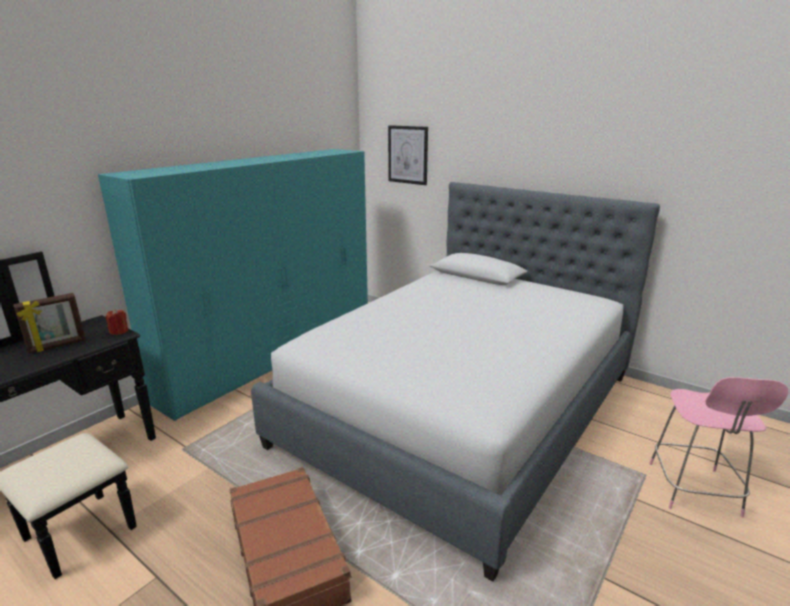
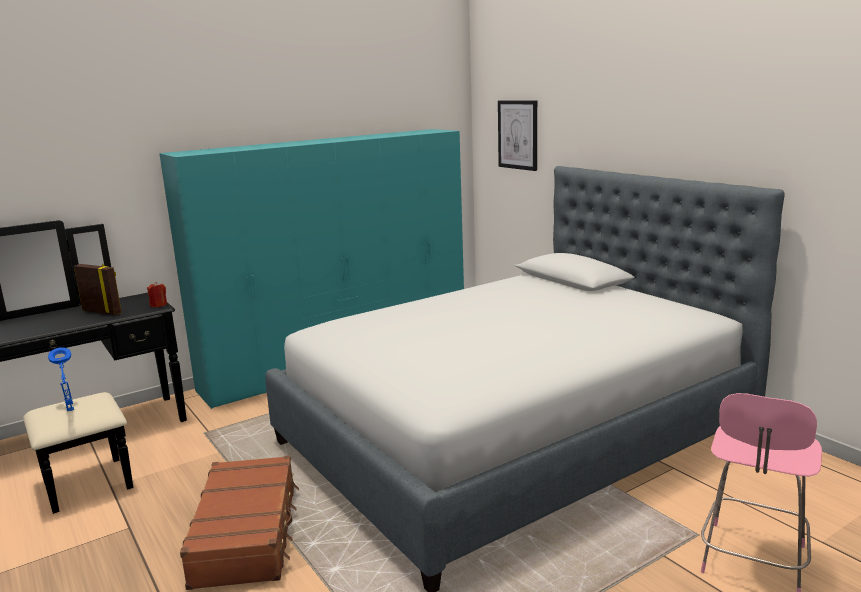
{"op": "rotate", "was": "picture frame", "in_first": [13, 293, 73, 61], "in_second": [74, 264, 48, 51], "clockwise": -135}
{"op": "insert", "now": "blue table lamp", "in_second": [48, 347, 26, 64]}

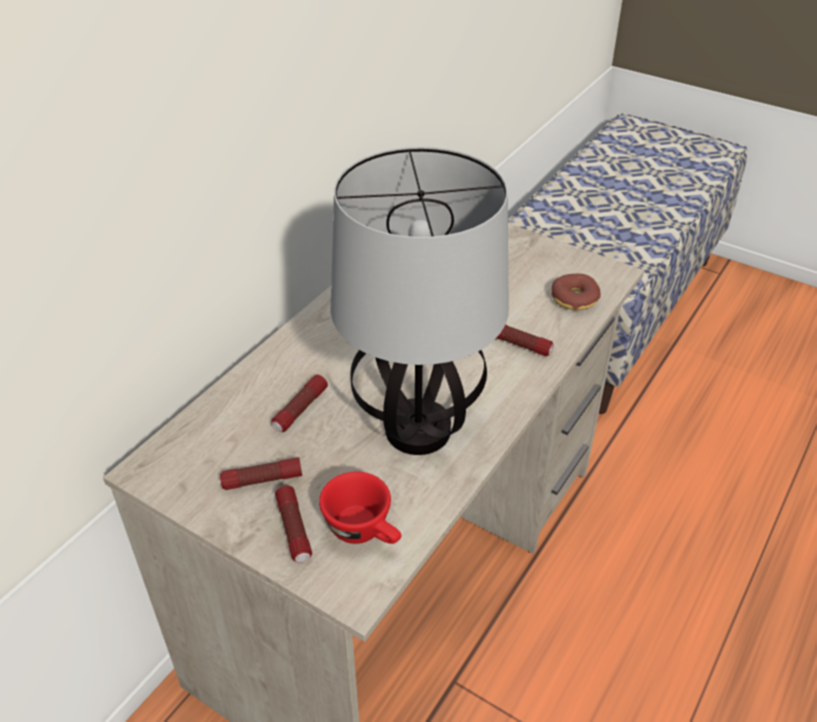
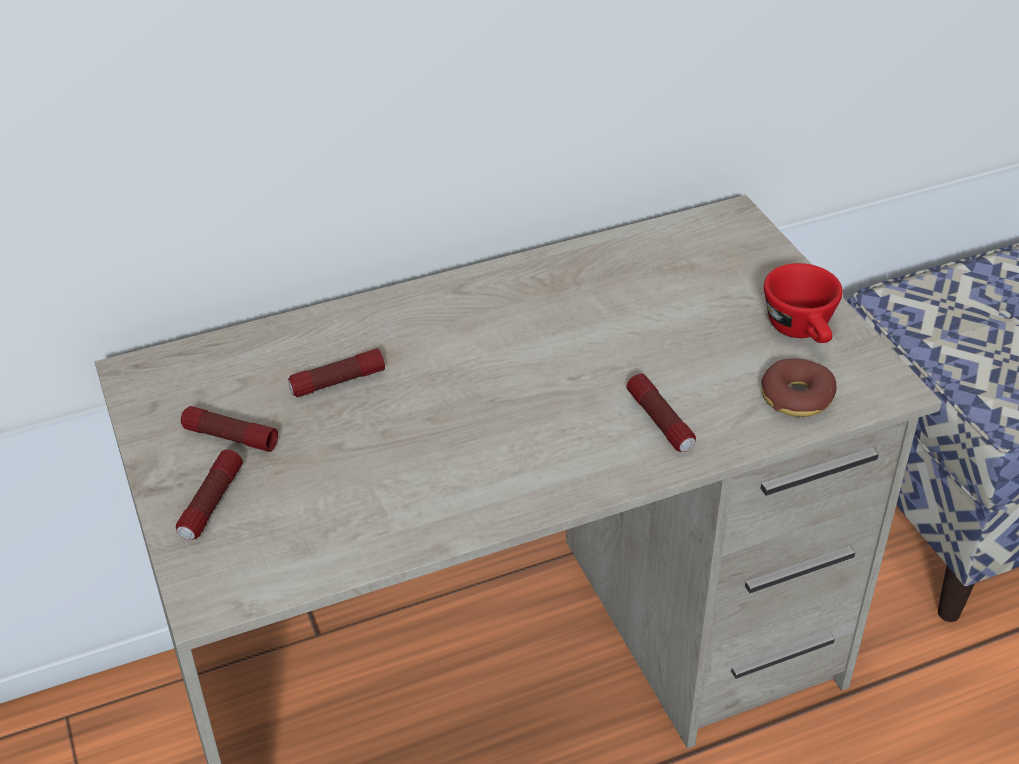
{"op": "move", "was": "red cup", "in_first": [319, 472, 83, 72], "in_second": [764, 263, 79, 80]}
{"op": "delete", "was": "table lamp", "in_first": [331, 146, 178, 309]}

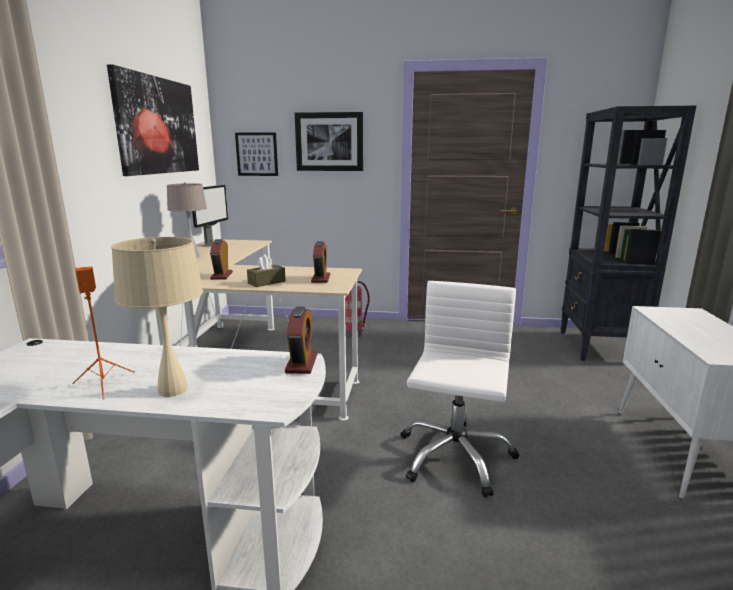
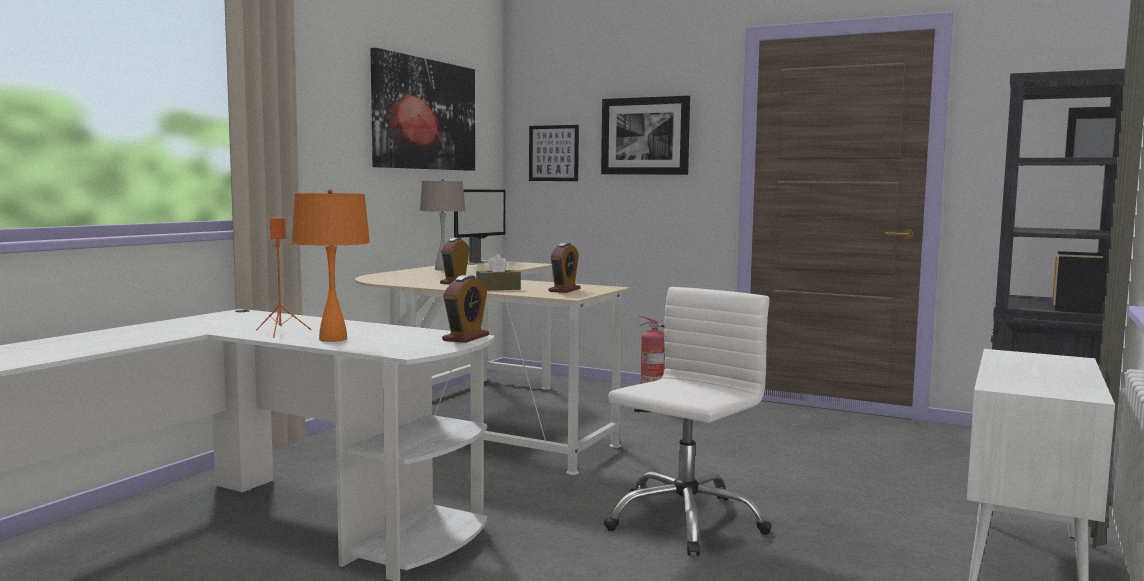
{"op": "recolor", "was": "beige table lamp", "now": "orange table lamp", "in_first": [111, 237, 92, 160], "in_second": [292, 189, 78, 153]}

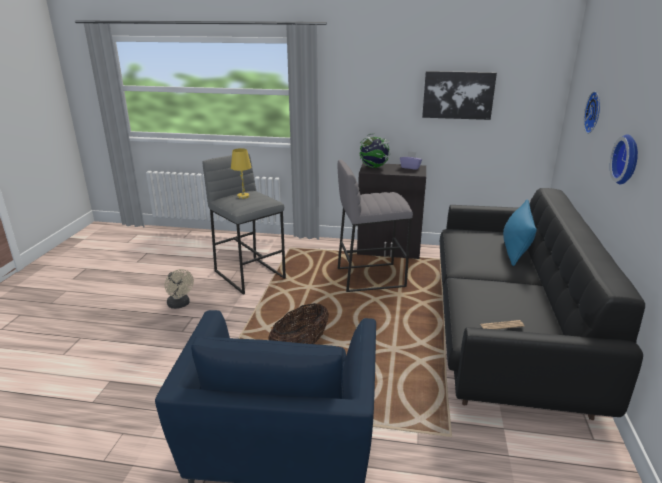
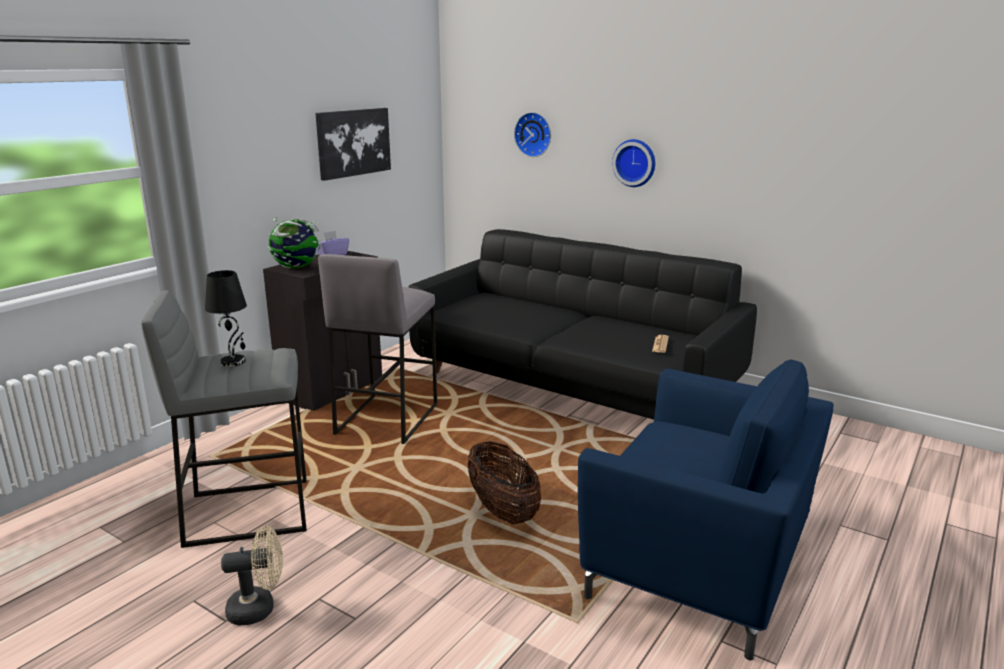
{"op": "recolor", "was": "yellow table lamp", "now": "black table lamp", "in_first": [231, 148, 20, 51], "in_second": [205, 270, 42, 97]}
{"op": "delete", "was": "blue pillow", "in_first": [503, 199, 34, 67]}

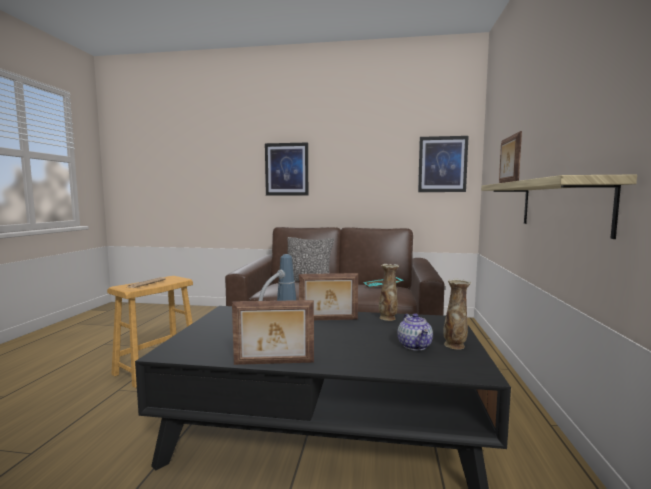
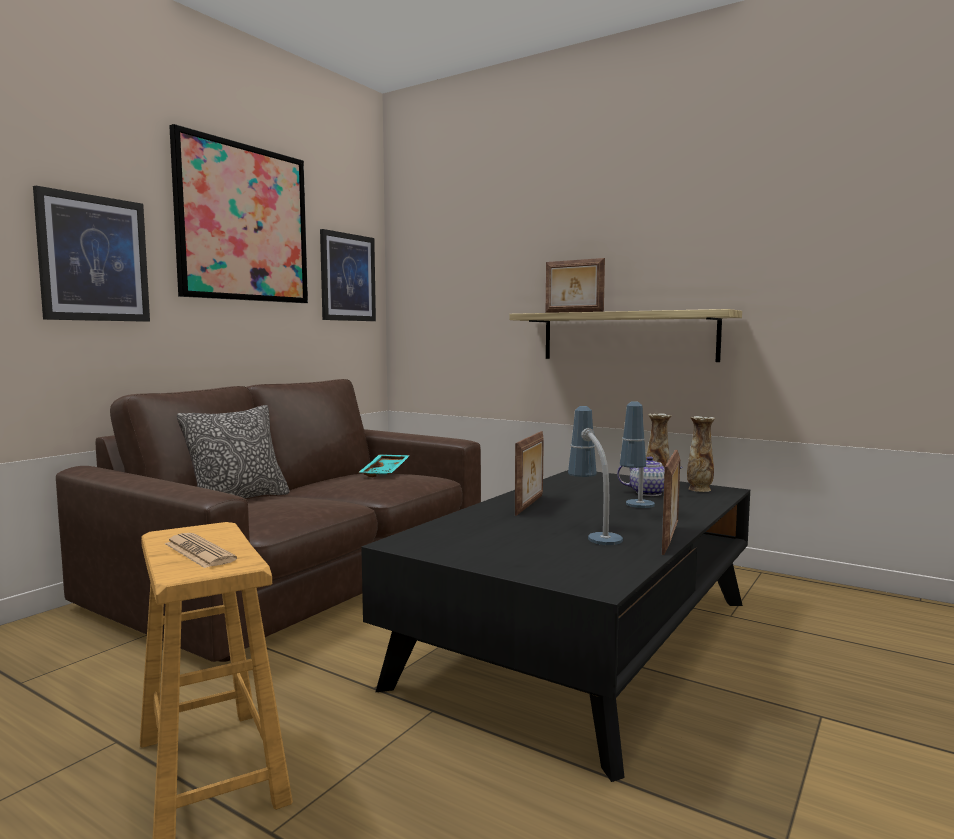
{"op": "move", "was": "vase", "in_first": [379, 264, 20, 57], "in_second": [687, 416, 28, 76]}
{"op": "insert", "now": "picture", "in_second": [169, 124, 139, 179]}
{"op": "insert", "now": "table lamp", "in_second": [620, 401, 35, 107]}

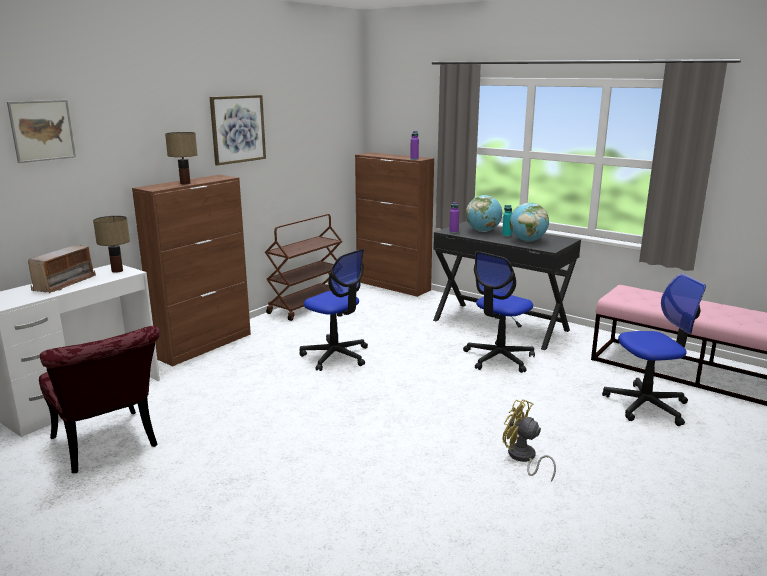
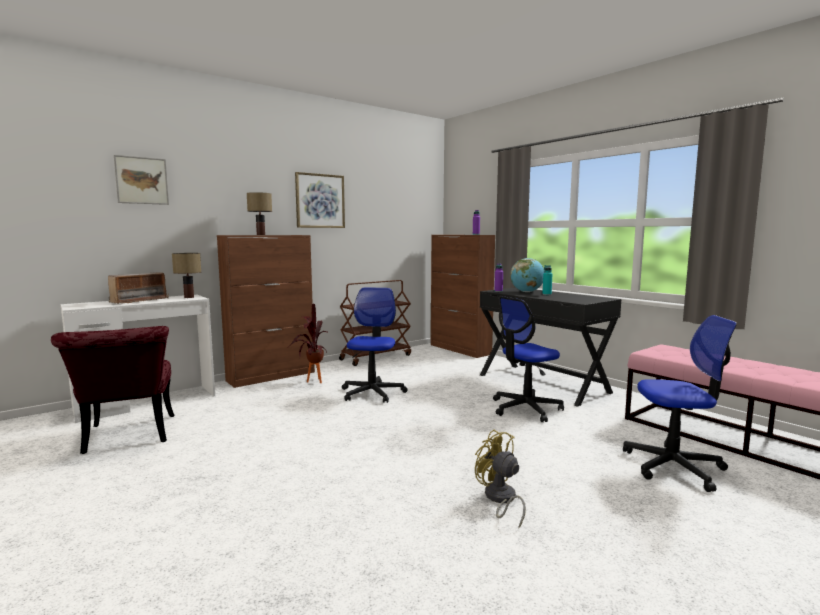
{"op": "rotate", "was": "office chair", "in_first": [299, 249, 69, 122], "in_second": [342, 287, 65, 116], "clockwise": -135}
{"op": "delete", "was": "globe", "in_first": [510, 203, 39, 39]}
{"op": "insert", "now": "potted plant", "in_second": [287, 304, 42, 79]}

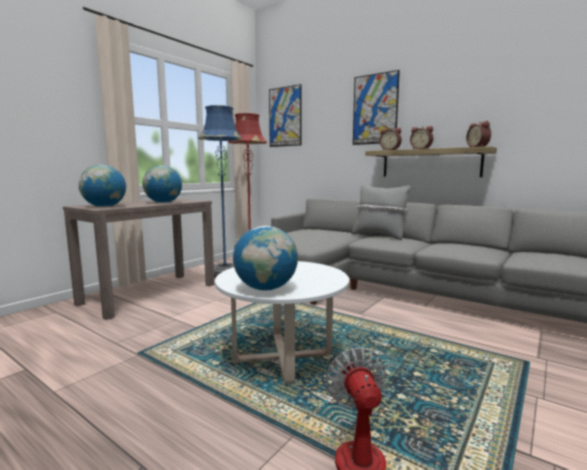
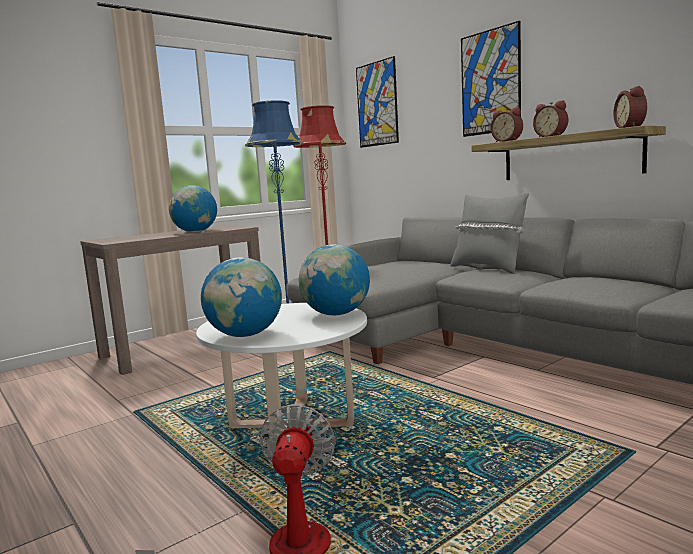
{"op": "move", "was": "globe", "in_first": [79, 165, 47, 42], "in_second": [299, 244, 71, 72]}

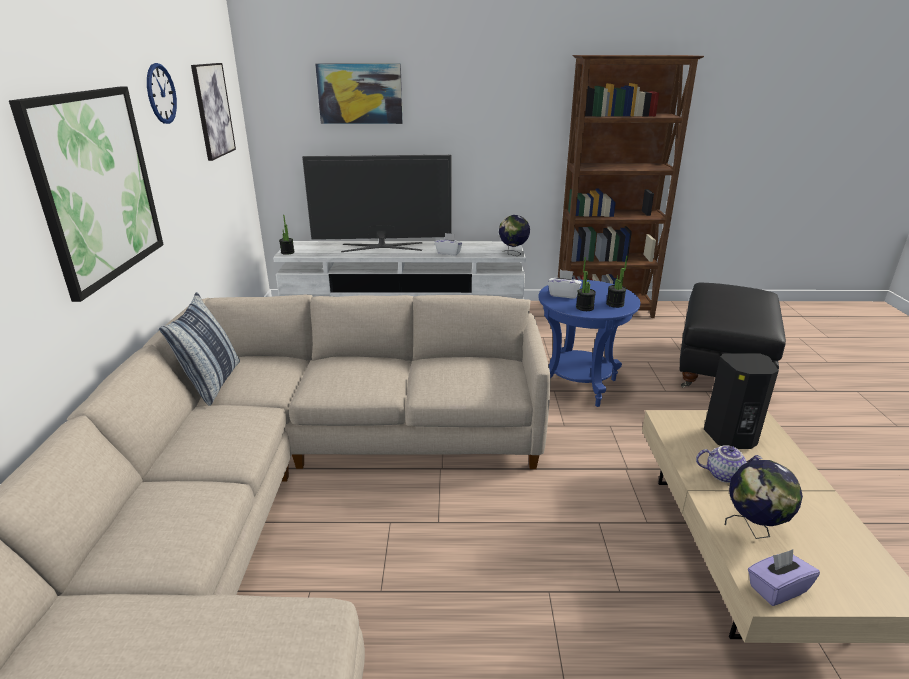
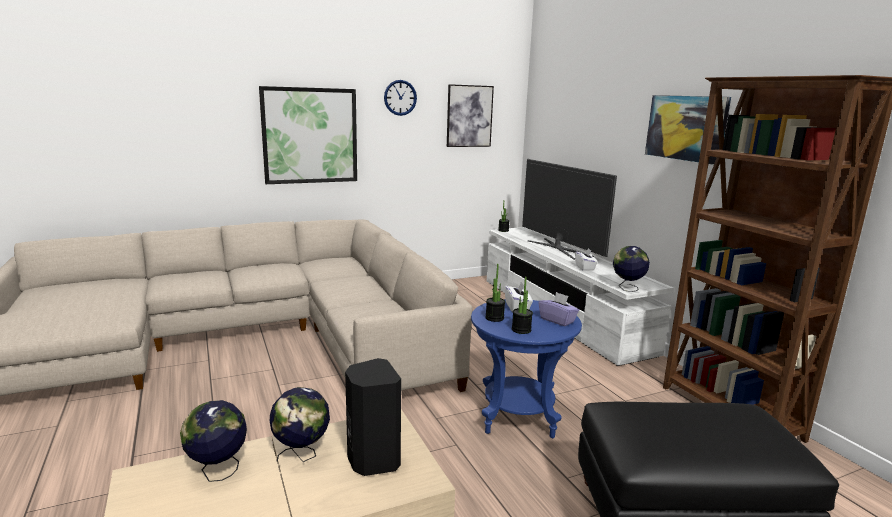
{"op": "delete", "was": "pillow", "in_first": [159, 292, 81, 114]}
{"op": "move", "was": "picture", "in_first": [315, 63, 88, 61], "in_second": [645, 95, 86, 70]}
{"op": "replace", "was": "teapot", "now": "globe", "in_first": [696, 445, 66, 38], "in_second": [270, 387, 60, 75]}
{"op": "move", "was": "purple tissue box", "in_first": [748, 549, 72, 57], "in_second": [538, 292, 41, 34]}

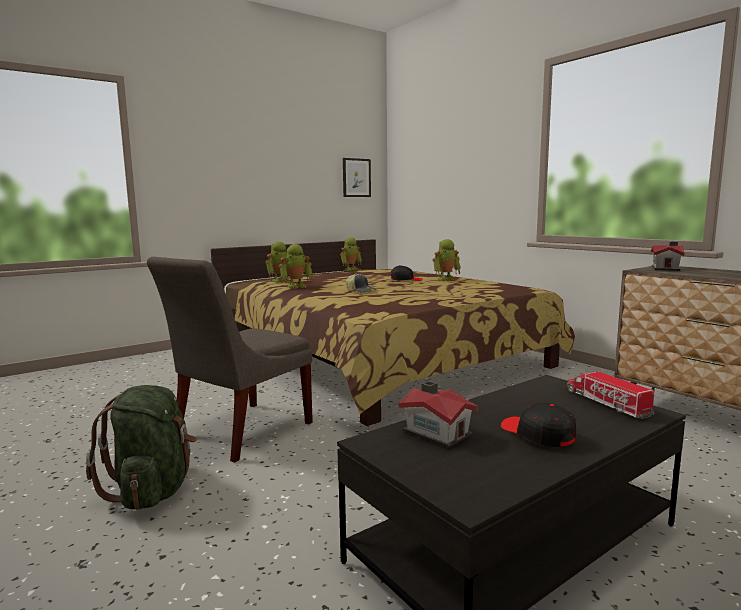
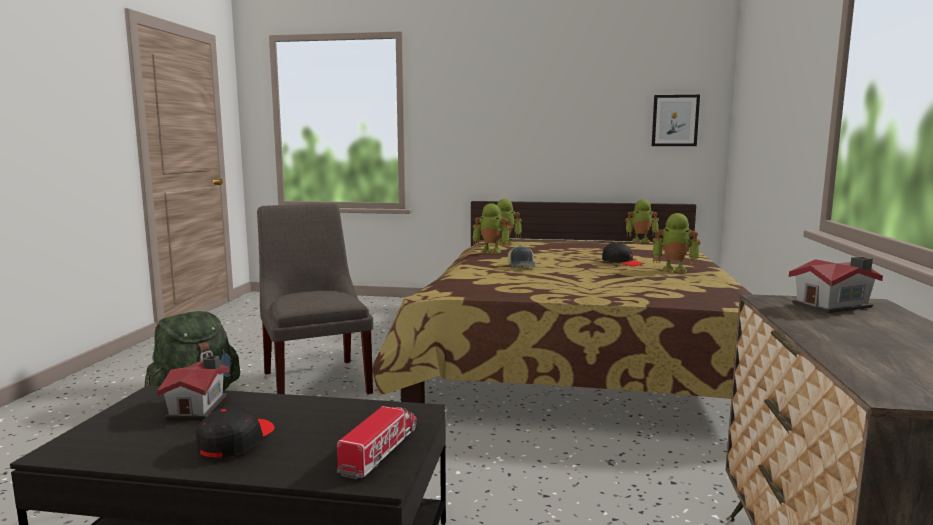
{"op": "rotate", "was": "grey chair", "in_first": [147, 257, 166, 206], "in_second": [257, 203, 117, 191], "clockwise": 75}

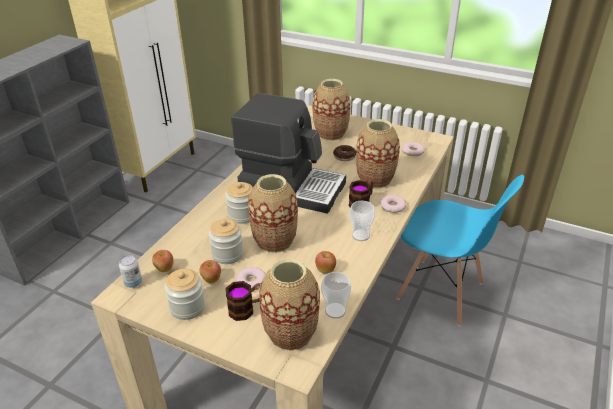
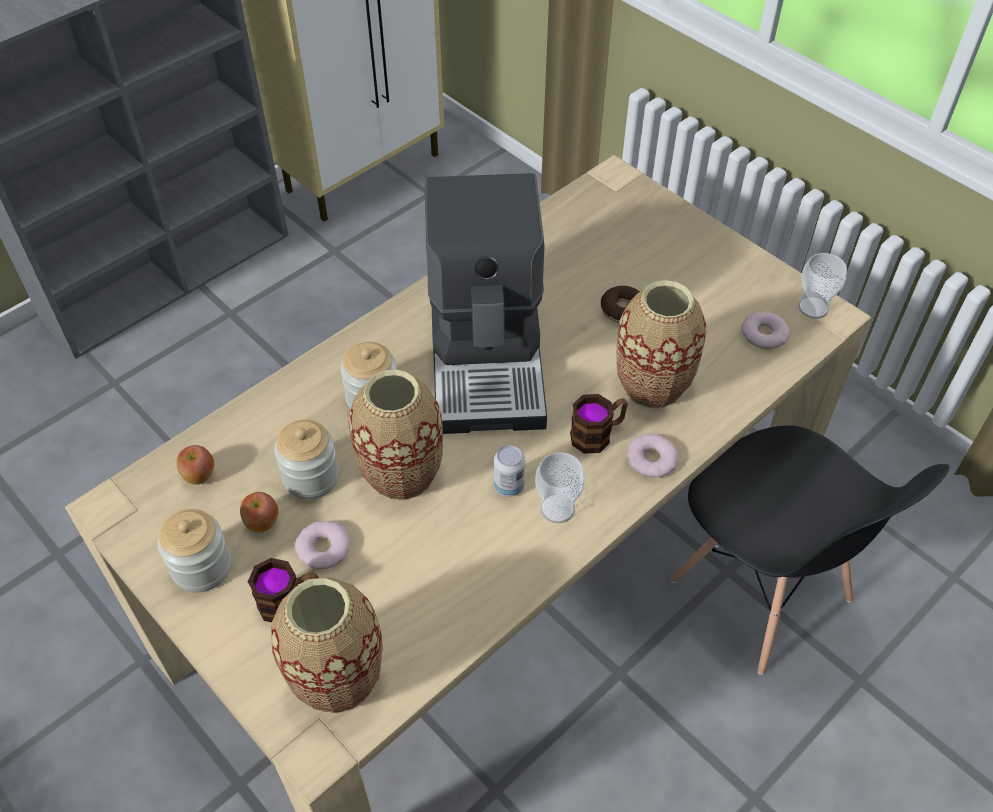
{"op": "move", "was": "can", "in_first": [119, 255, 23, 33], "in_second": [494, 445, 31, 52]}
{"op": "rotate", "was": "coffee machine", "in_first": [232, 93, 114, 121], "in_second": [425, 173, 122, 261], "clockwise": 45}
{"op": "delete", "was": "vase", "in_first": [313, 79, 37, 62]}
{"op": "delete", "was": "apple", "in_first": [315, 251, 21, 23]}
{"op": "move", "was": "cup", "in_first": [321, 272, 30, 47], "in_second": [798, 253, 49, 66]}
{"op": "recolor", "was": "blue chair", "now": "black chair", "in_first": [396, 175, 128, 151], "in_second": [670, 426, 280, 249]}

